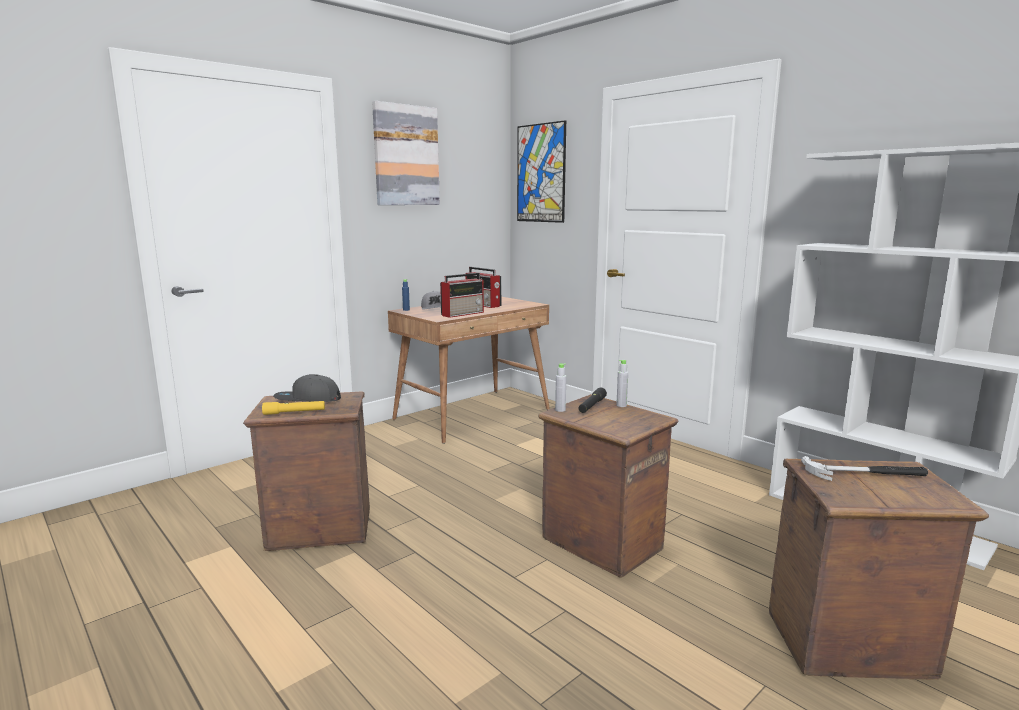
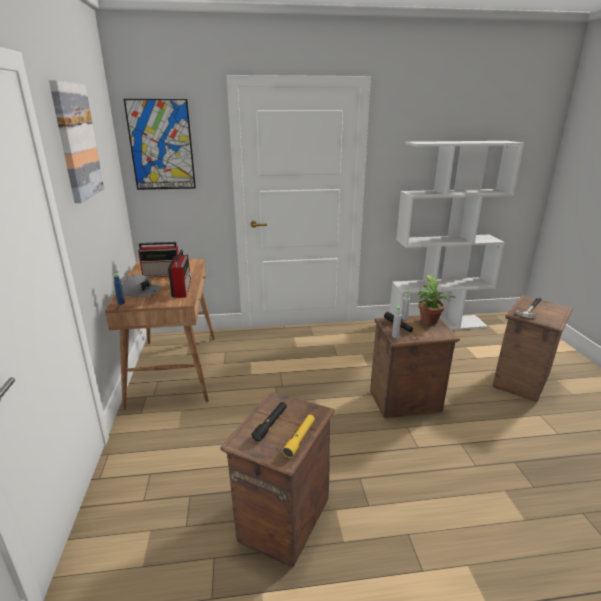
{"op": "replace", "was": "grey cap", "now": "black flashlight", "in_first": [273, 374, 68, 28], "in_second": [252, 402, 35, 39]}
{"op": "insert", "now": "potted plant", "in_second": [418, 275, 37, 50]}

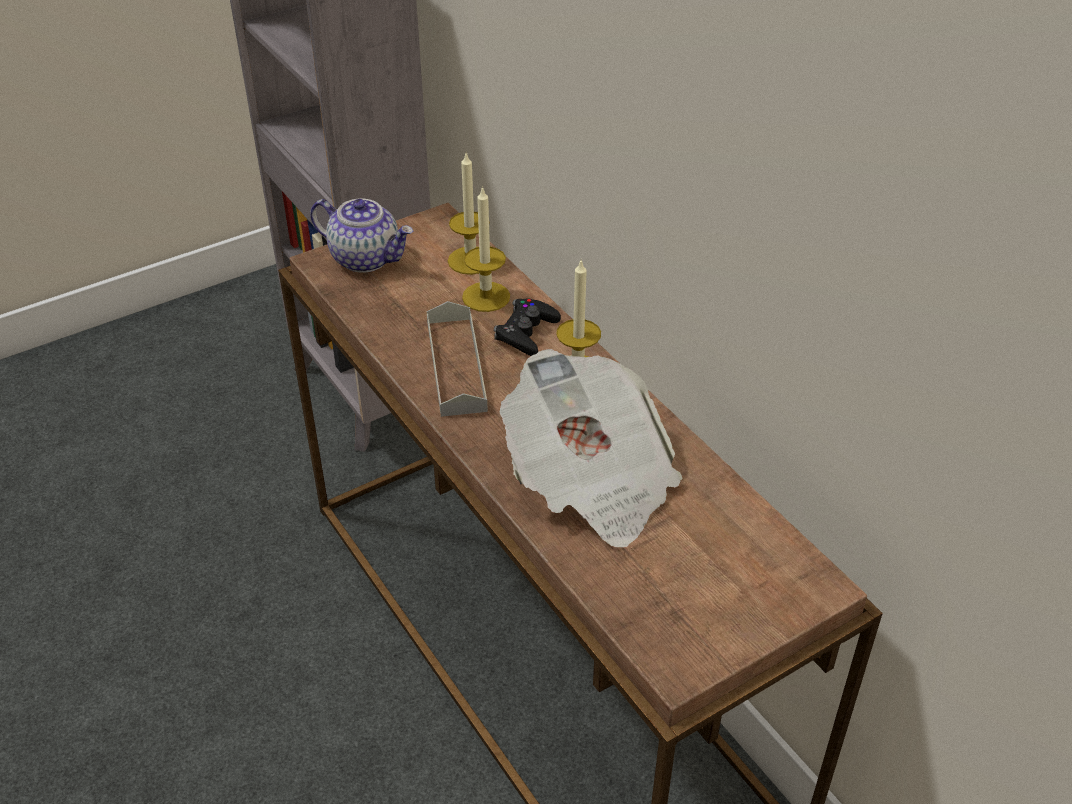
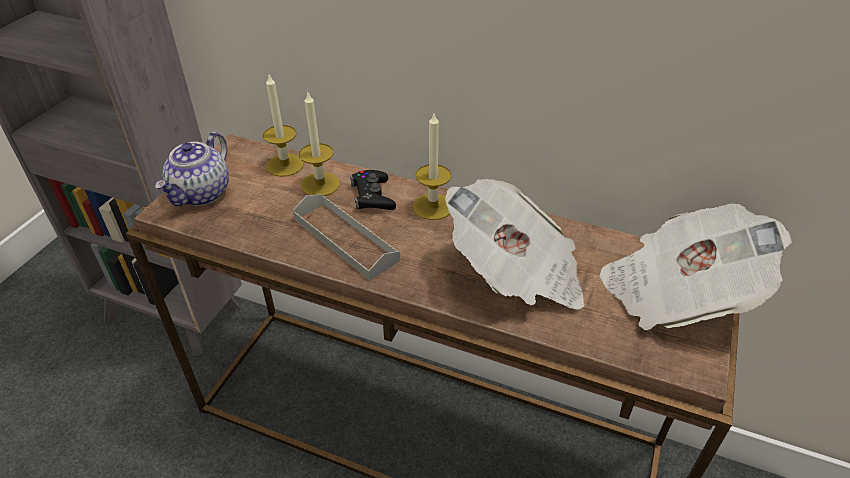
{"op": "rotate", "was": "teapot", "in_first": [310, 198, 103, 75], "in_second": [155, 132, 74, 74], "clockwise": 120}
{"op": "insert", "now": "newspaper", "in_second": [599, 204, 193, 126]}

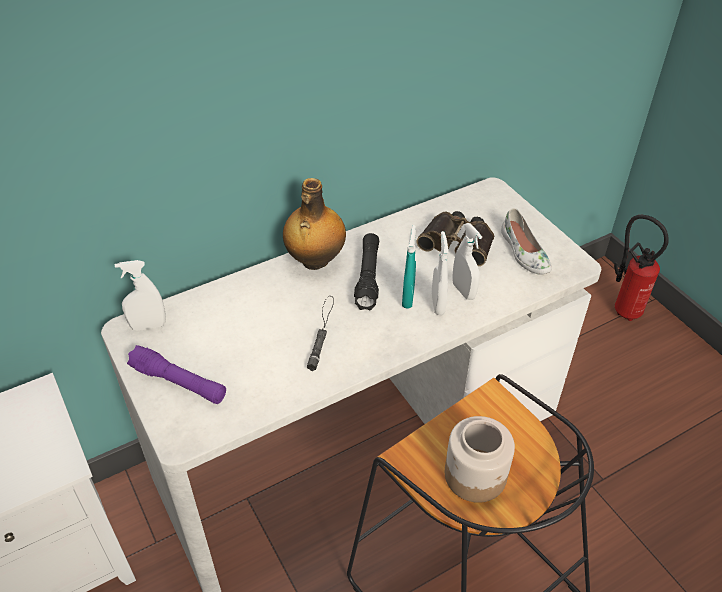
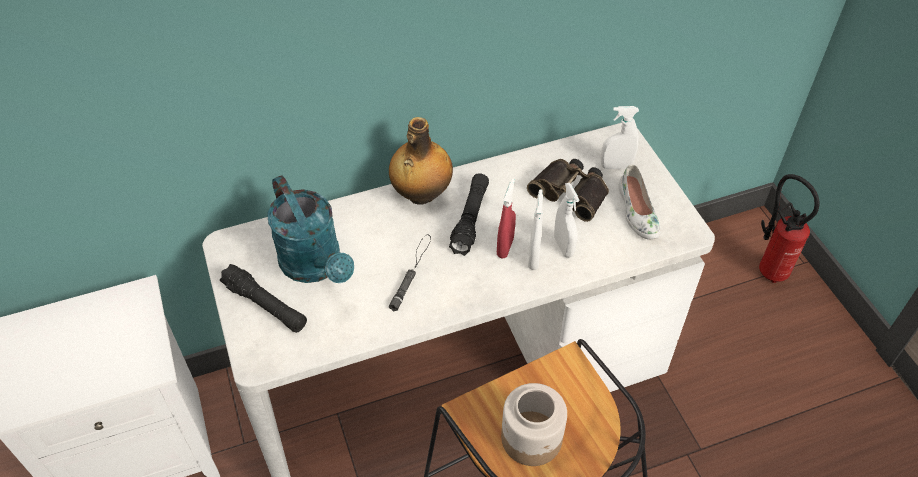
{"op": "move", "was": "white spray bottle", "in_first": [115, 260, 51, 70], "in_second": [601, 106, 38, 63]}
{"op": "recolor", "was": "purple flashlight", "now": "black flashlight", "in_first": [127, 345, 99, 59], "in_second": [220, 264, 87, 69]}
{"op": "recolor", "was": "turquoise spray bottle", "now": "red spray bottle", "in_first": [402, 225, 14, 84], "in_second": [497, 179, 19, 79]}
{"op": "insert", "now": "turquoise watering can", "in_second": [267, 175, 87, 108]}

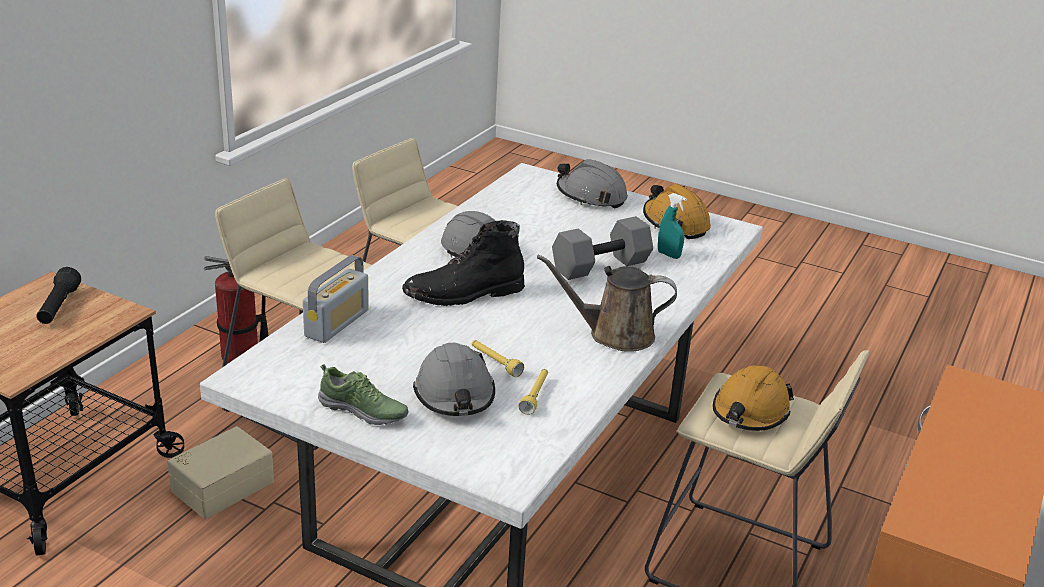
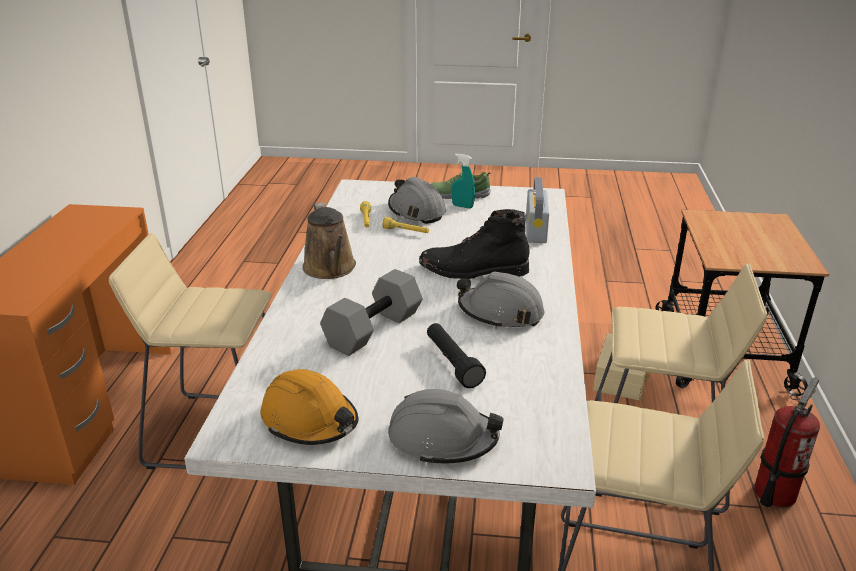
{"op": "move", "was": "black flashlight", "in_first": [36, 267, 45, 57], "in_second": [427, 323, 59, 65]}
{"op": "rotate", "was": "black boot", "in_first": [402, 220, 123, 86], "in_second": [419, 209, 111, 70], "clockwise": -135}
{"op": "rotate", "was": "brown watering can", "in_first": [537, 255, 140, 97], "in_second": [303, 202, 53, 77], "clockwise": 90}
{"op": "move", "was": "turquoise spray bottle", "in_first": [658, 193, 29, 66], "in_second": [452, 154, 23, 54]}
{"op": "delete", "was": "orange hard hat", "in_first": [713, 365, 81, 66]}

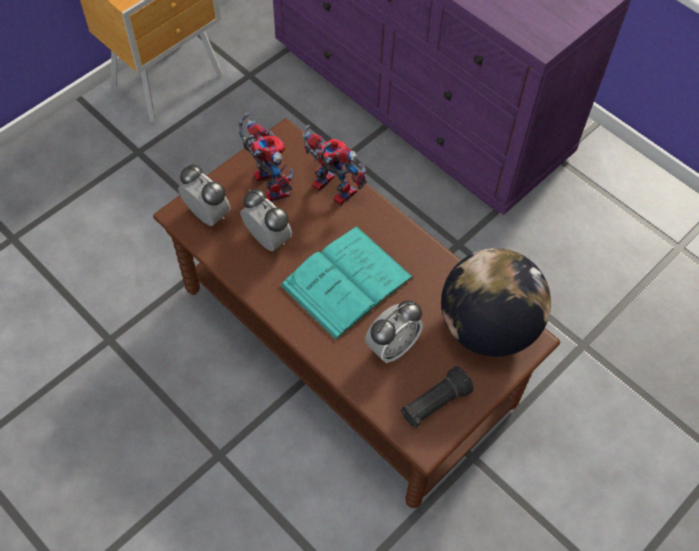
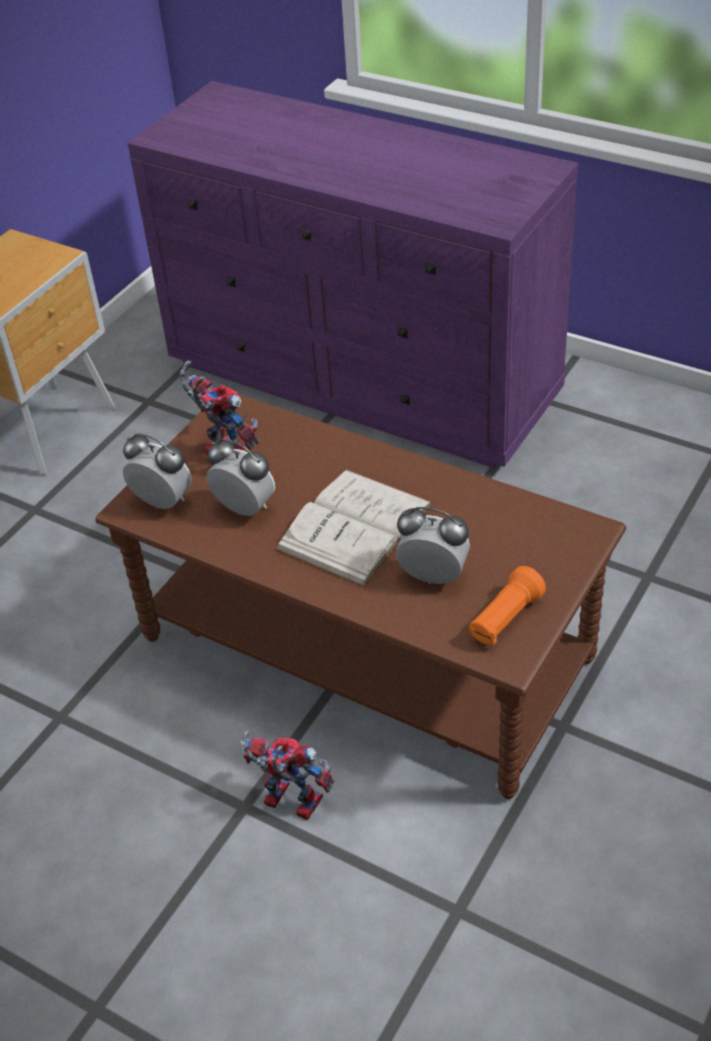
{"op": "recolor", "was": "turquoise book", "now": "white book", "in_first": [279, 226, 135, 116], "in_second": [275, 470, 158, 118]}
{"op": "move", "was": "toy robot", "in_first": [302, 125, 65, 81], "in_second": [240, 729, 94, 91]}
{"op": "rotate", "was": "alarm clock", "in_first": [365, 300, 58, 63], "in_second": [396, 507, 74, 77], "clockwise": -105}
{"op": "recolor", "was": "black flashlight", "now": "orange flashlight", "in_first": [401, 366, 72, 62], "in_second": [469, 566, 77, 79]}
{"op": "delete", "was": "globe", "in_first": [441, 248, 110, 109]}

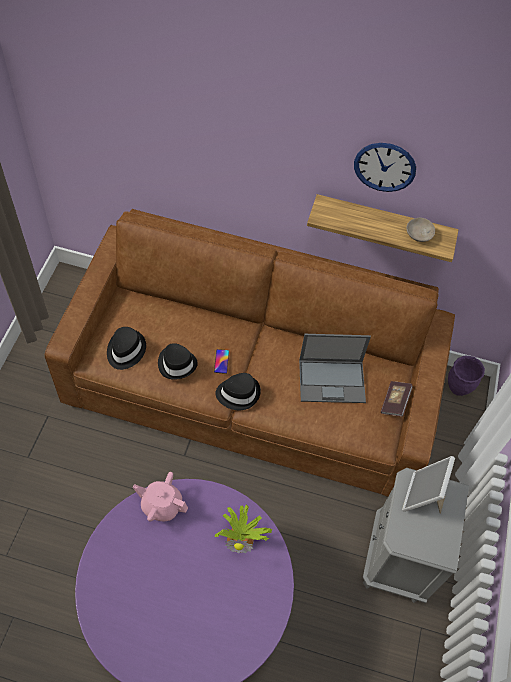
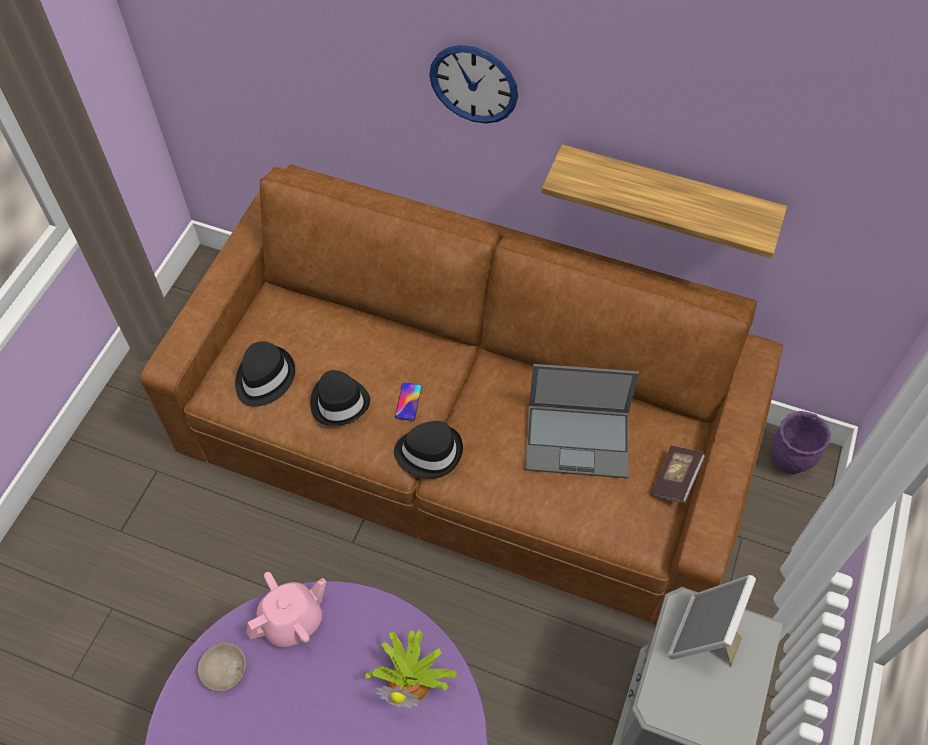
{"op": "rotate", "was": "pink teapot", "in_first": [133, 472, 55, 49], "in_second": [247, 572, 79, 75], "clockwise": 120}
{"op": "move", "was": "wall clock", "in_first": [354, 143, 62, 49], "in_second": [429, 45, 89, 79]}
{"op": "move", "was": "beige bowl", "in_first": [407, 218, 28, 24], "in_second": [198, 643, 48, 48]}

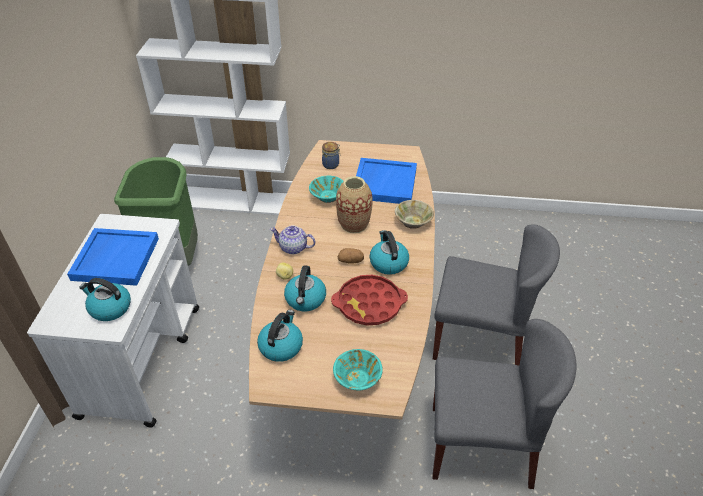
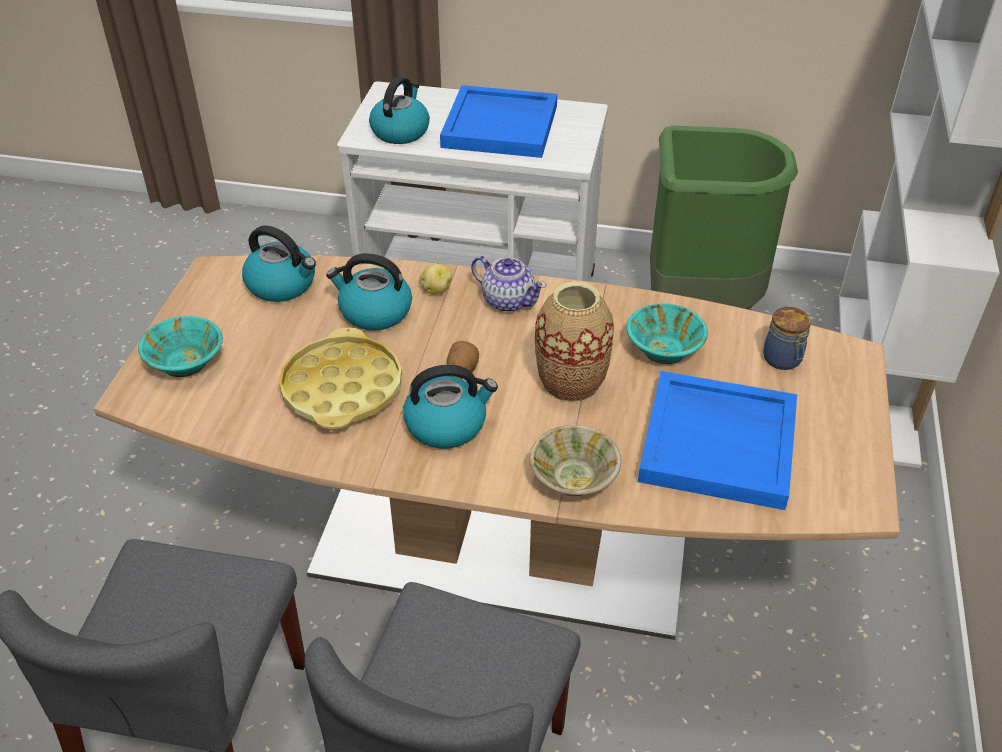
{"op": "rotate", "was": "teapot", "in_first": [270, 225, 45, 29], "in_second": [471, 256, 76, 56], "clockwise": 105}
{"op": "recolor", "was": "red tray", "now": "yellow tray", "in_first": [331, 275, 77, 50], "in_second": [279, 328, 123, 101]}

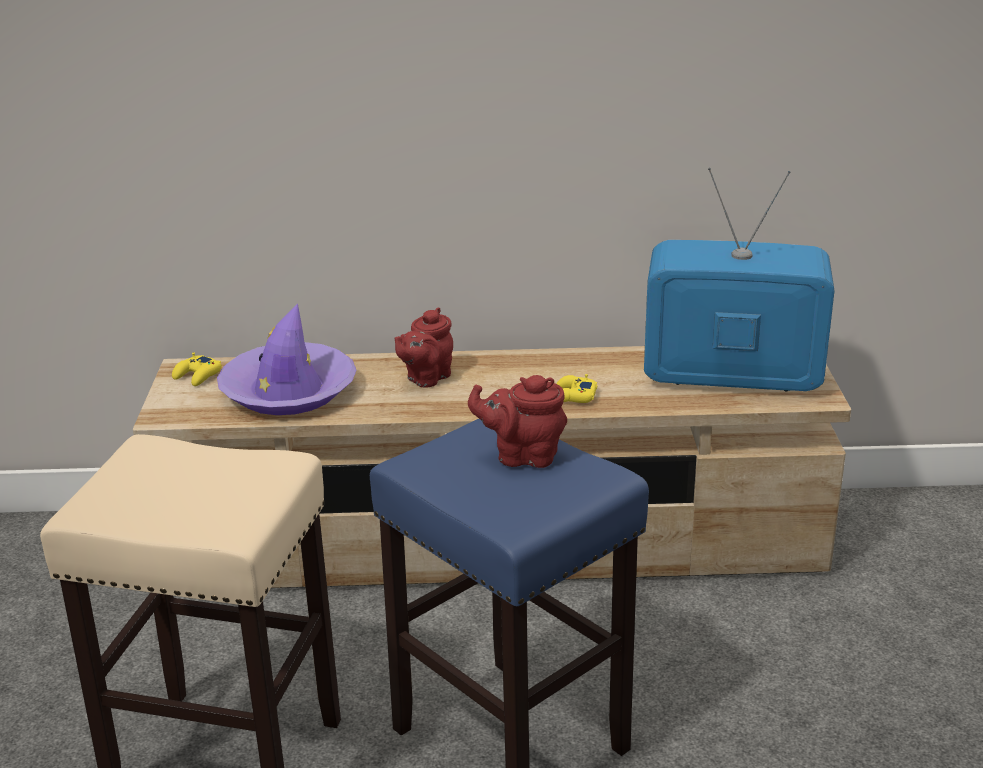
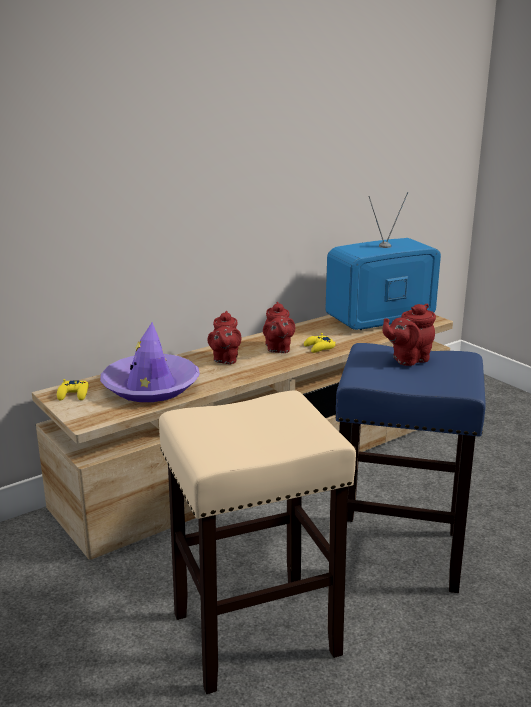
{"op": "insert", "now": "red teapot", "in_second": [263, 302, 32, 51]}

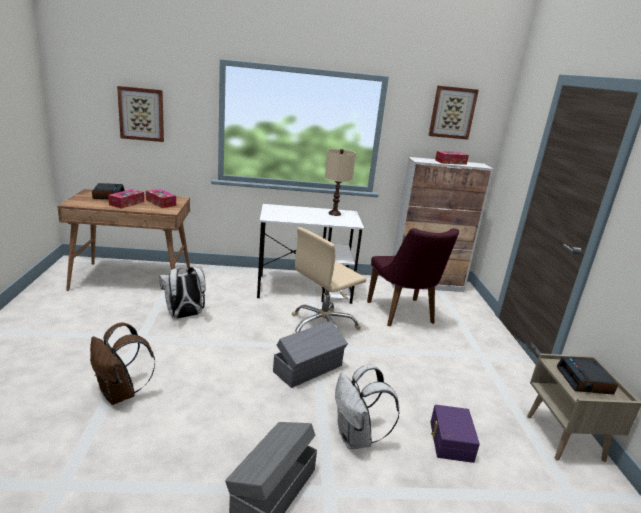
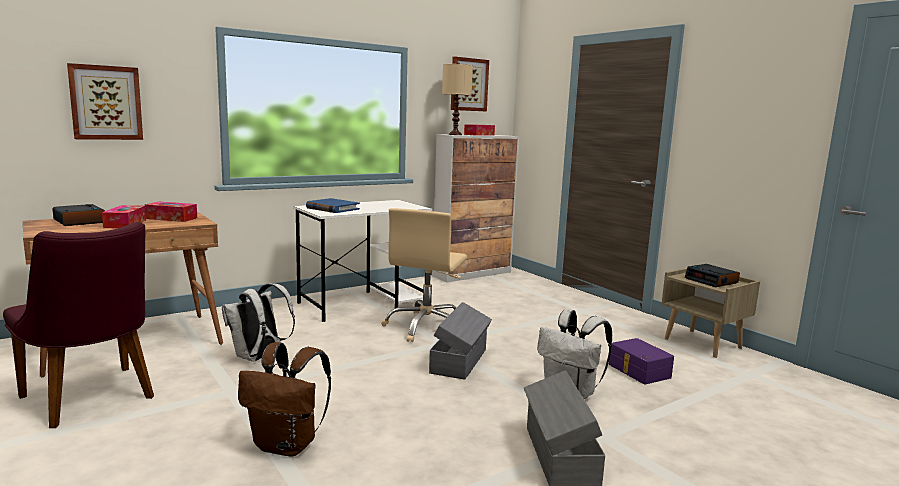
{"op": "move", "was": "beige table lamp", "in_first": [325, 149, 31, 67], "in_second": [442, 62, 31, 73]}
{"op": "move", "was": "purple chair", "in_first": [367, 228, 92, 98], "in_second": [3, 222, 151, 206]}
{"op": "insert", "now": "blue book", "in_second": [306, 198, 54, 15]}

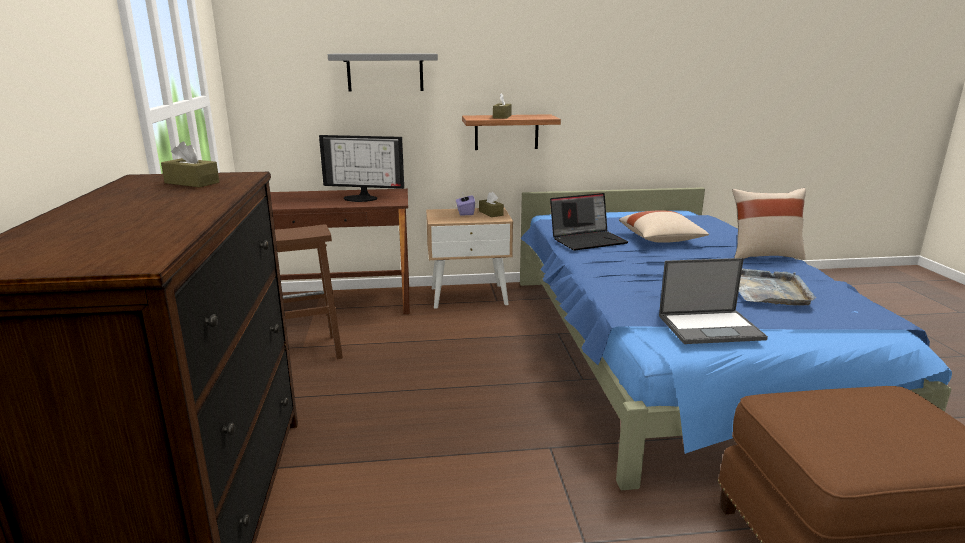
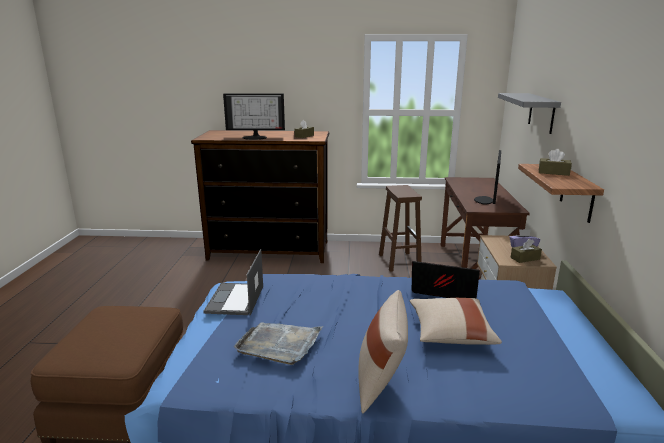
{"op": "rotate", "was": "laptop", "in_first": [550, 193, 78, 58], "in_second": [412, 261, 68, 37], "clockwise": 120}
{"op": "insert", "now": "monitor", "in_second": [223, 94, 62, 46]}

